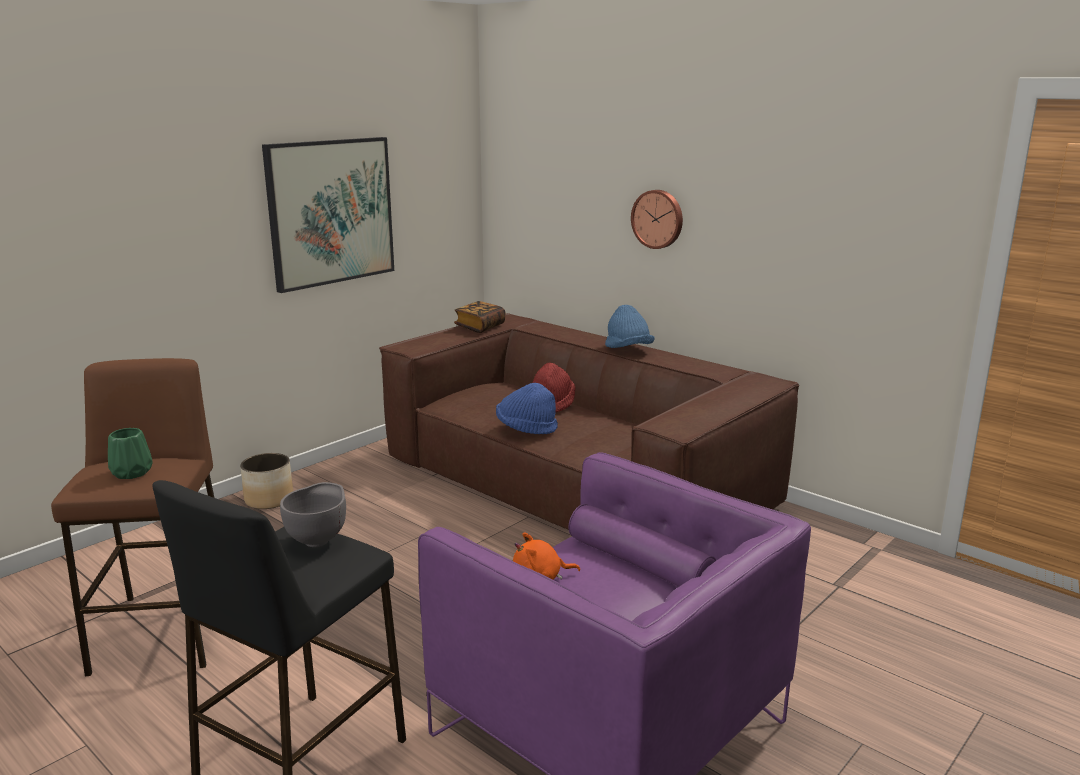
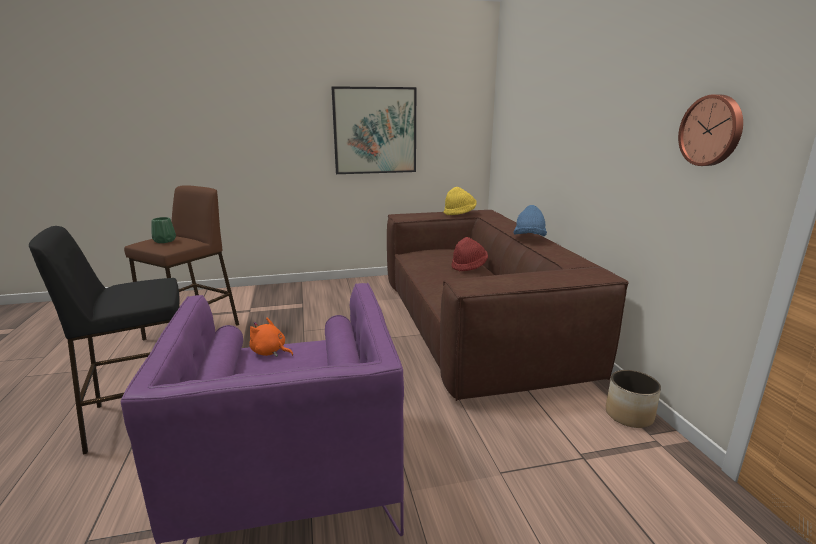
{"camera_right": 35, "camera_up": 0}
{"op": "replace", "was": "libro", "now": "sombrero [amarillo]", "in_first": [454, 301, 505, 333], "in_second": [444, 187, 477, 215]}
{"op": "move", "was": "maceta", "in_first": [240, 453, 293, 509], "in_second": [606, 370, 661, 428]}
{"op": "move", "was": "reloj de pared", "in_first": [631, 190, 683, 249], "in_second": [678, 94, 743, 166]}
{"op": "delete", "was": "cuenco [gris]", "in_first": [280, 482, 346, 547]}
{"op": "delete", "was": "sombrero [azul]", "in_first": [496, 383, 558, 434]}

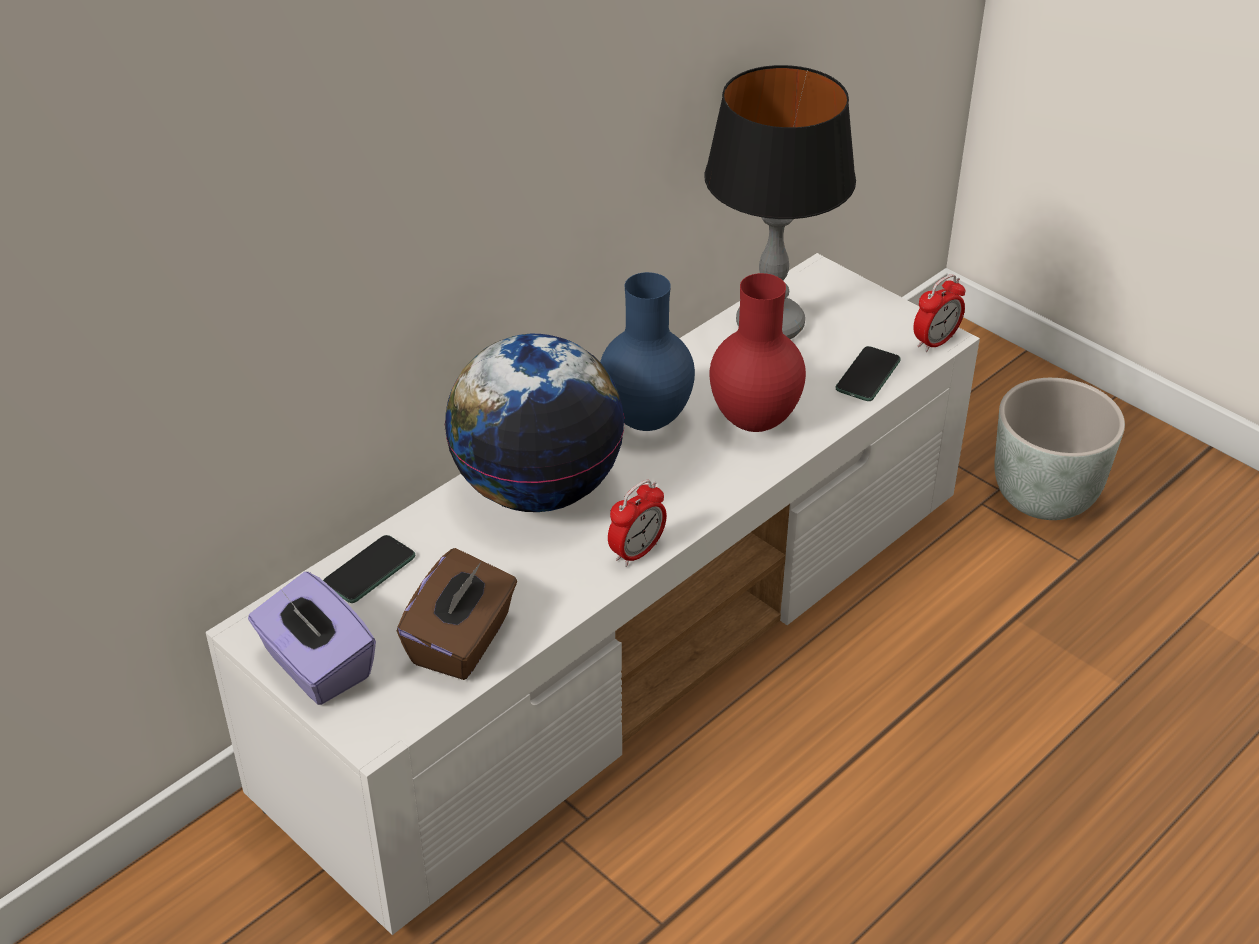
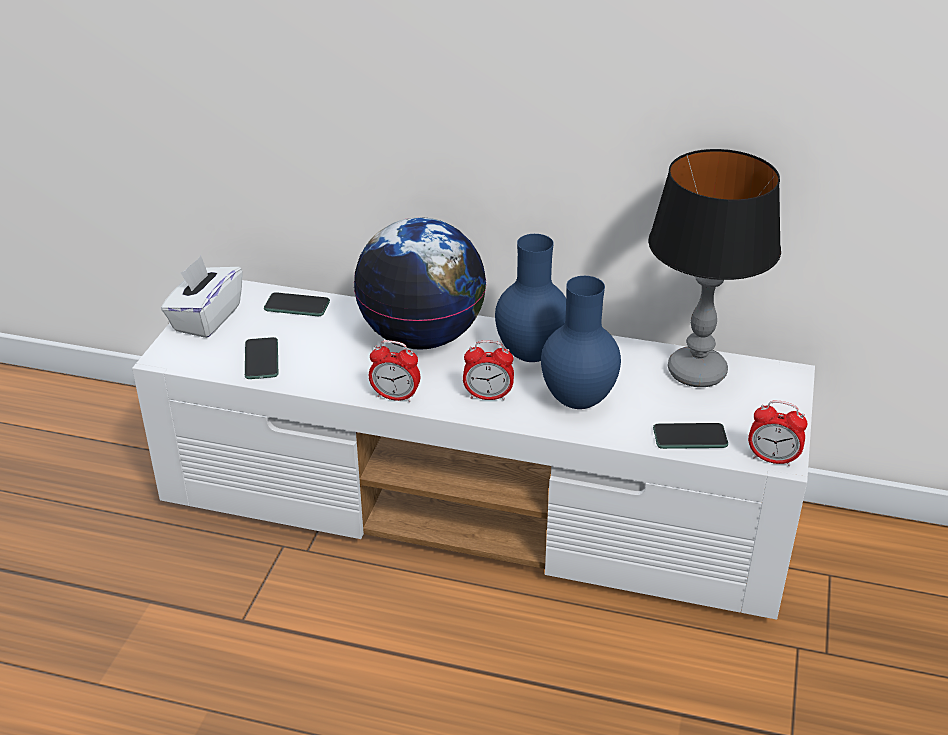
{"camera_right": 60, "camera_up": -5}
{"op": "recolor", "was": "caja de pañuelos [morado]", "now": "caja de pañuelos [blanco]", "in_first": [248, 572, 376, 705], "in_second": [161, 256, 243, 338]}
{"op": "replace", "was": "caja de pañuelos [marrón]", "now": "móvil", "in_first": [397, 548, 517, 680], "in_second": [245, 337, 278, 379]}
{"op": "insert", "now": "despertador", "in_second": [463, 340, 514, 400]}
{"op": "recolor", "was": "florero [rojo]", "now": "florero [azul]", "in_first": [710, 273, 806, 432], "in_second": [541, 276, 621, 409]}
{"op": "delete", "was": "maceta [gris]", "in_first": [994, 378, 1125, 520]}

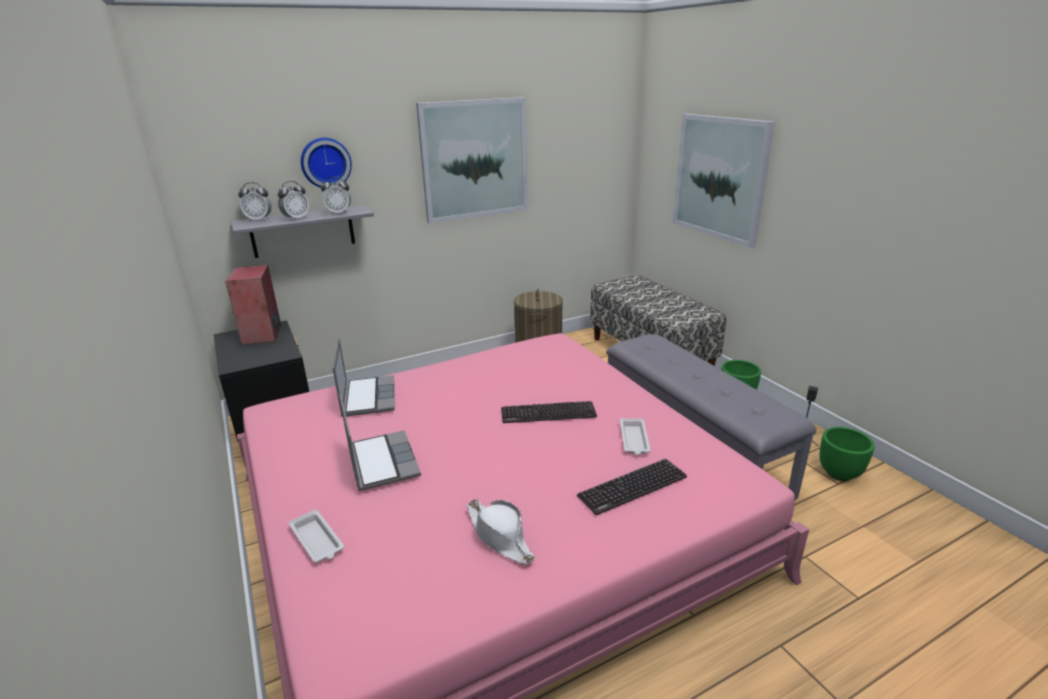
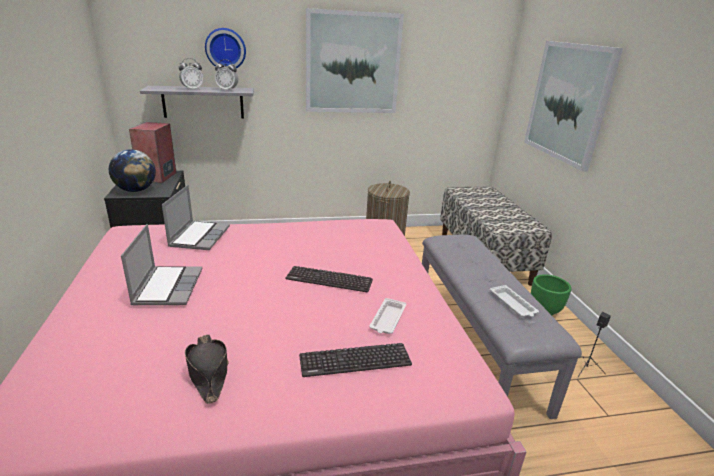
{"camera_right": 15, "camera_up": 0}
{"op": "insert", "now": "globo terráqueo", "in_second": [109, 149, 156, 192]}
{"op": "recolor", "was": "sombrero [blanco]", "now": "sombrero [negro]", "in_first": [466, 499, 535, 565], "in_second": [185, 335, 229, 404]}
{"op": "move", "was": "bandeja [blanco]", "in_first": [288, 509, 344, 563], "in_second": [490, 285, 539, 317]}
{"op": "delete", "was": "despertador", "in_first": [238, 182, 272, 222]}
{"op": "delete", "was": "maceta [verde]", "in_first": [820, 427, 875, 481]}

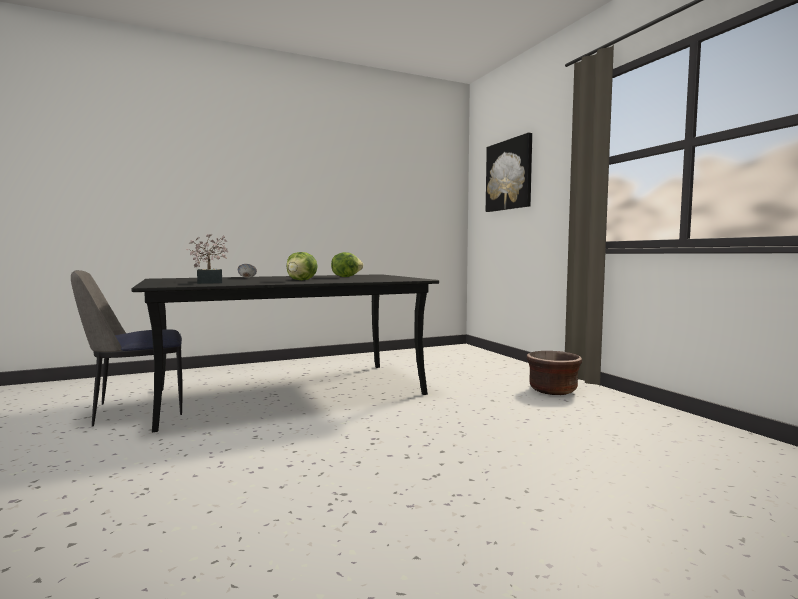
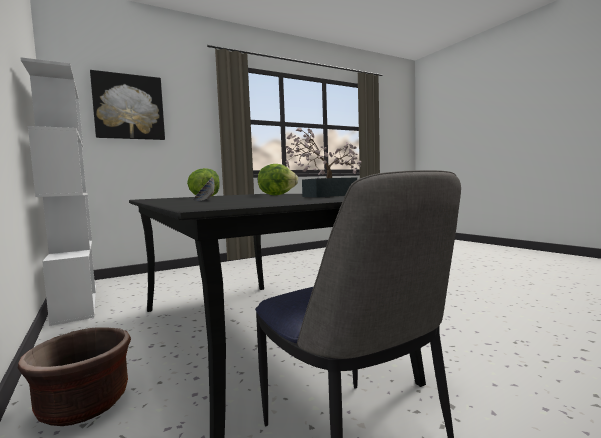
{"camera_right": -95, "camera_up": 0}
{"op": "move", "was": "maceta [marrón]", "in_first": [526, 351, 582, 395], "in_second": [18, 327, 131, 426]}
{"op": "insert", "now": "estantería [blanco]", "in_second": [20, 57, 96, 326]}

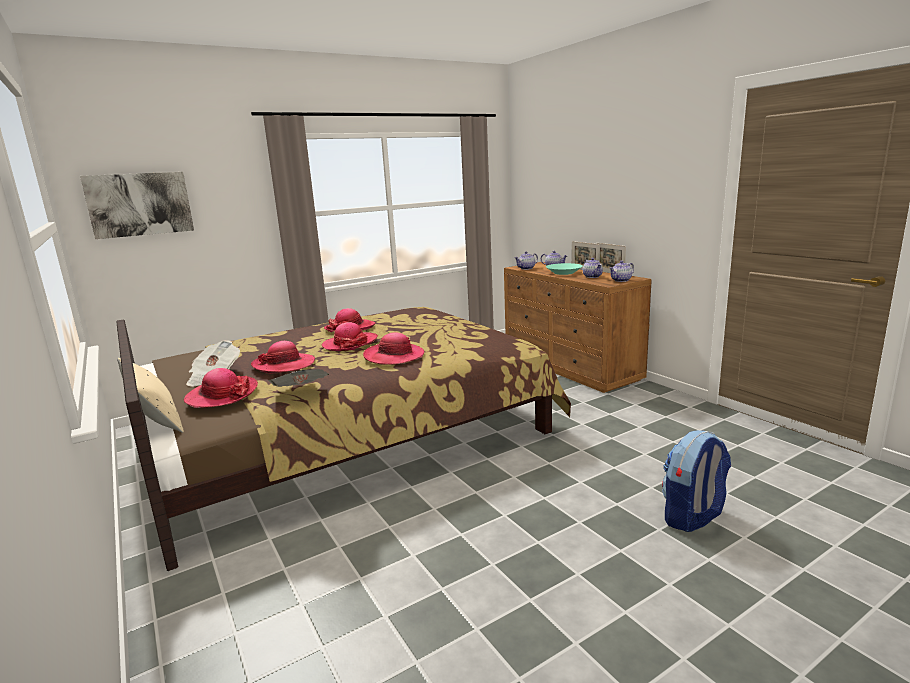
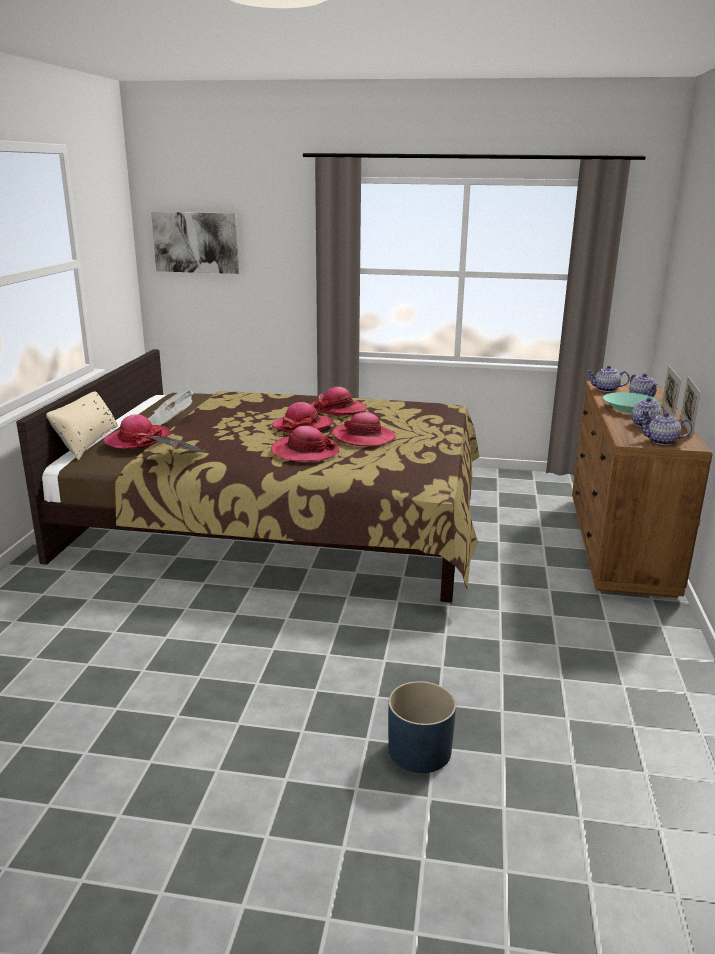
{"camera_right": 40, "camera_up": 5}
{"op": "move", "was": "sombrero", "in_first": [251, 341, 315, 374], "in_second": [332, 412, 396, 446]}
{"op": "replace", "was": "mochila", "now": "maceta [azul]", "in_first": [662, 430, 731, 532], "in_second": [388, 681, 456, 773]}

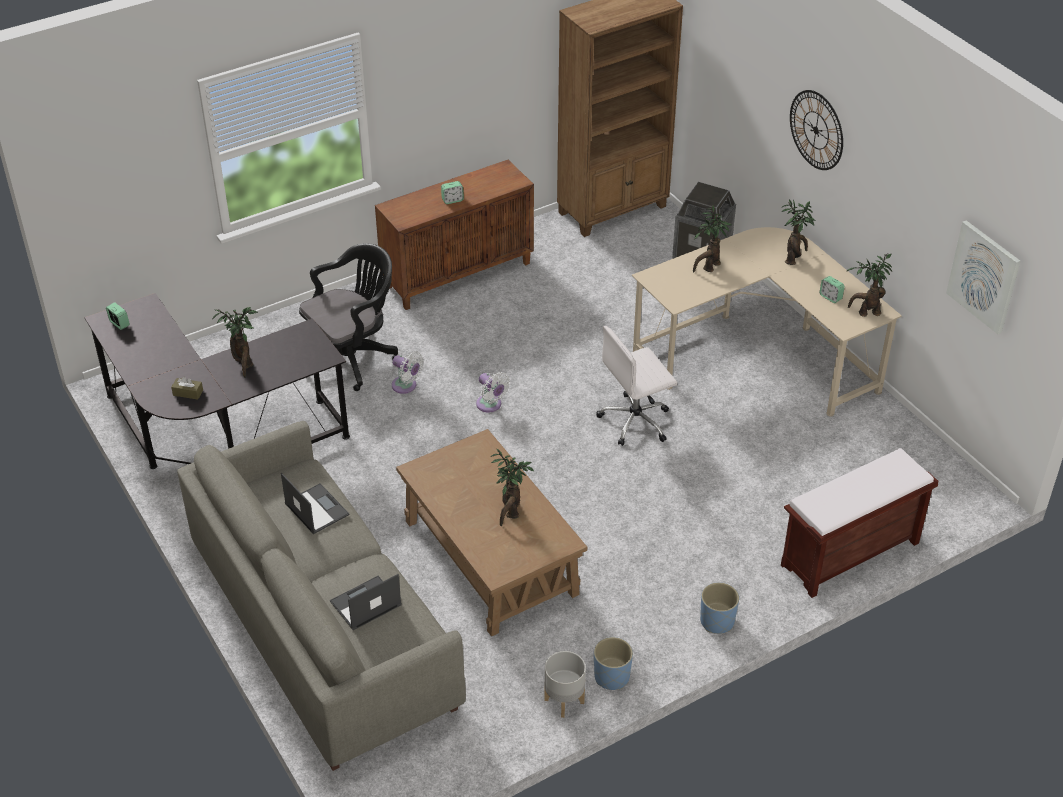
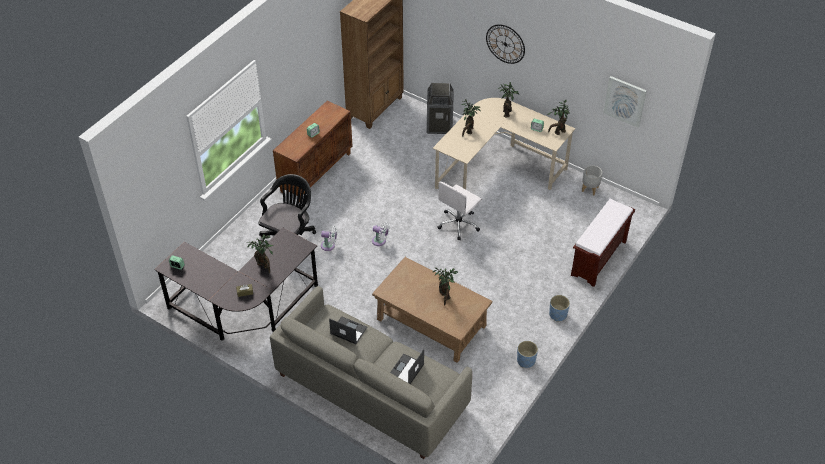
{"camera_right": -25, "camera_up": 5}
{"op": "move", "was": "maceta [gris]", "in_first": [544, 651, 586, 718], "in_second": [582, 165, 602, 196]}

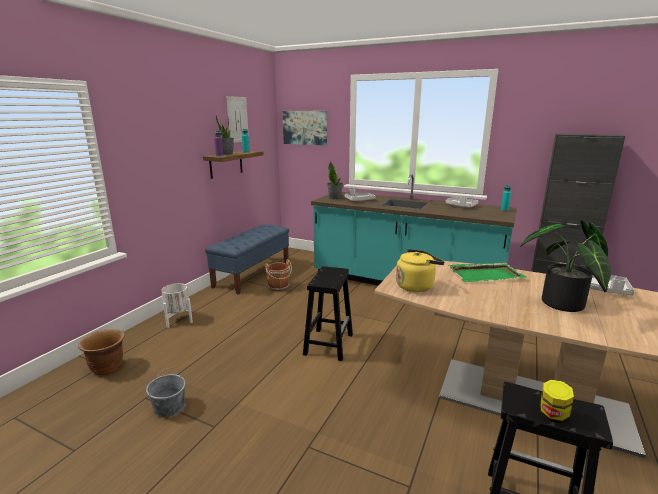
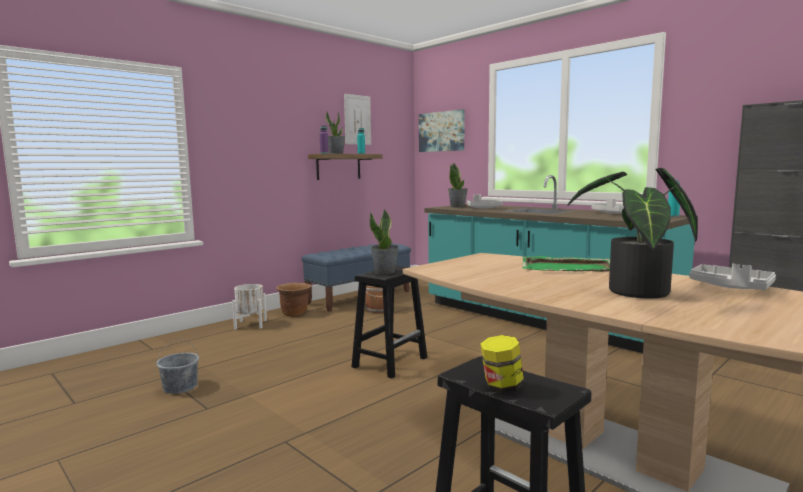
{"camera_right": 20, "camera_up": -10}
{"op": "move", "was": "maceta [marrón]", "in_first": [78, 329, 125, 375], "in_second": [276, 283, 311, 316]}
{"op": "insert", "now": "planta en maceta", "in_second": [370, 209, 399, 274]}
{"op": "delete", "was": "hervidor [amarillo]", "in_first": [396, 249, 444, 292]}

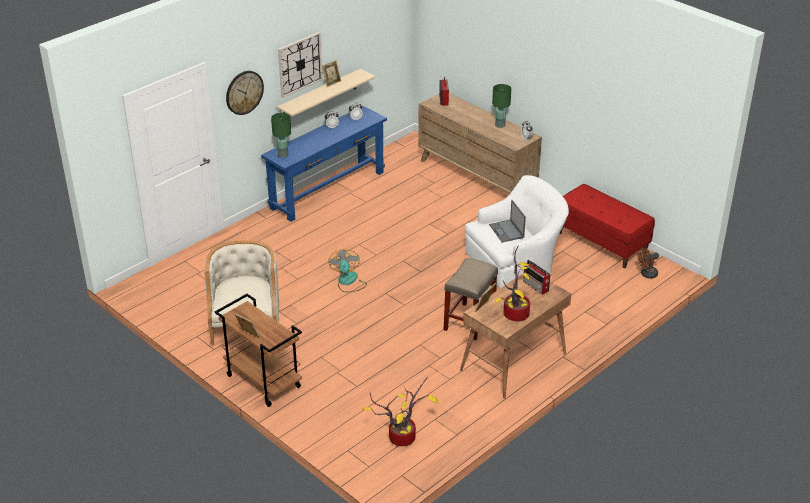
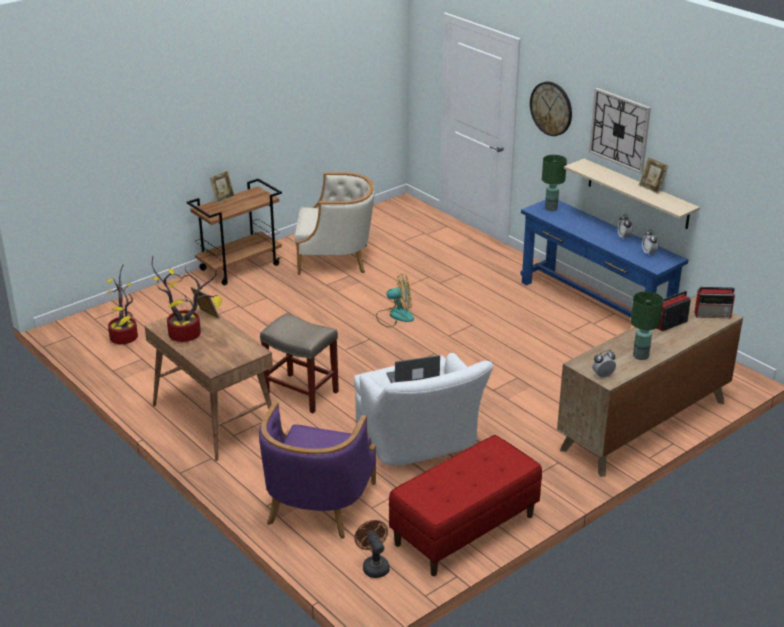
{"camera_right": 95, "camera_up": -5}
{"op": "insert", "now": "sillón [morado]", "in_second": [259, 401, 376, 538]}
{"op": "move", "was": "radio", "in_first": [523, 260, 550, 295], "in_second": [657, 291, 691, 331]}

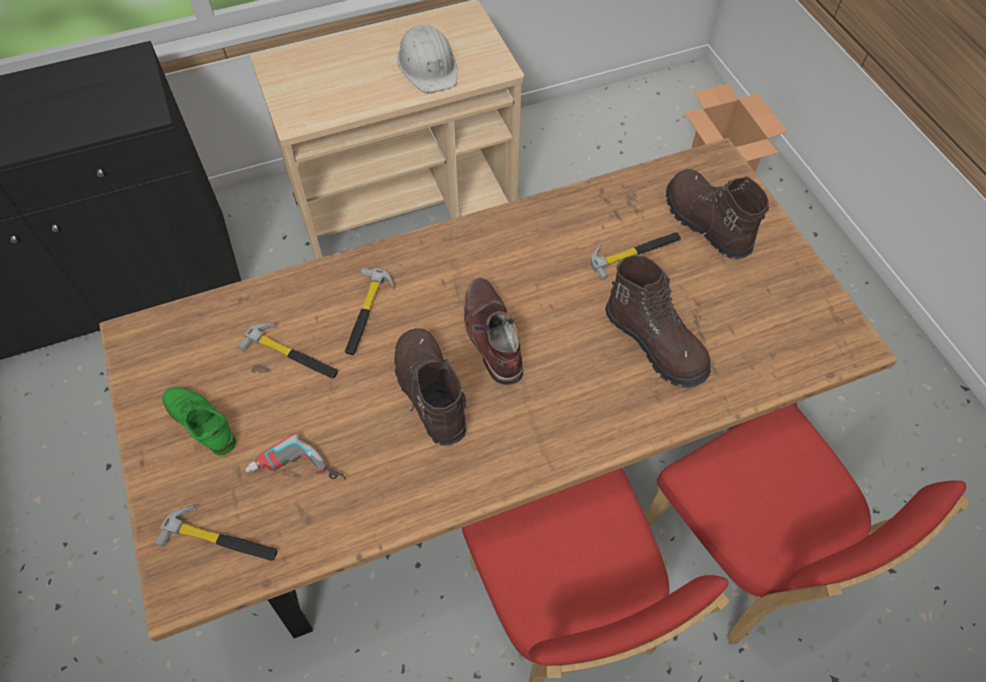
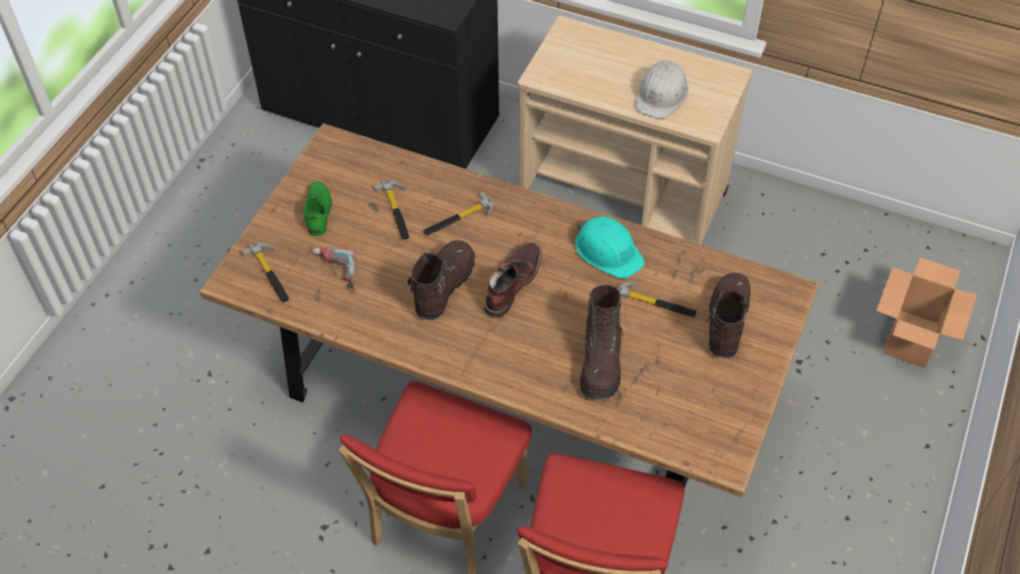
{"camera_right": 45, "camera_up": -5}
{"op": "insert", "now": "casco [turquesa]", "in_second": [575, 217, 645, 279]}

